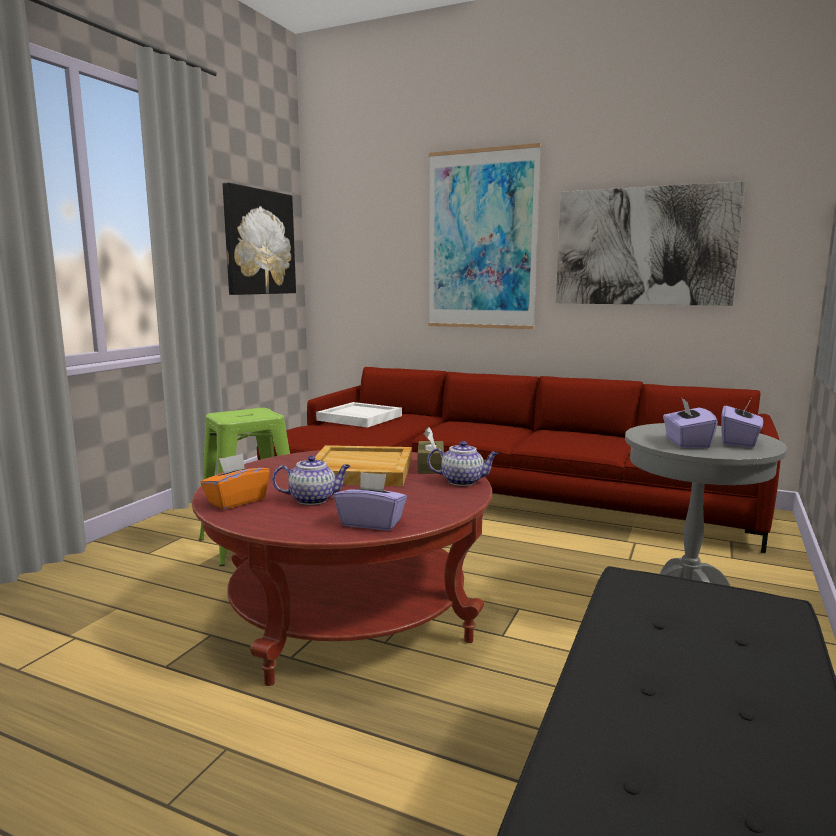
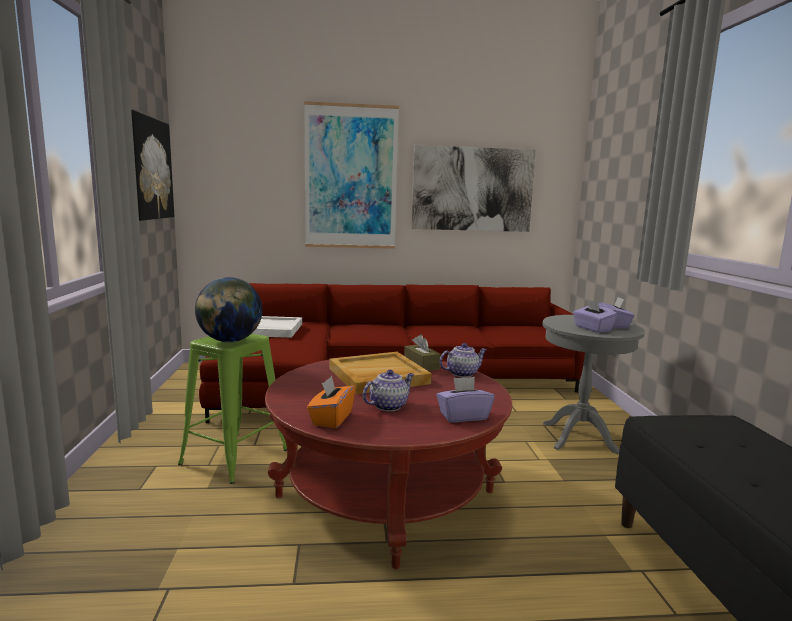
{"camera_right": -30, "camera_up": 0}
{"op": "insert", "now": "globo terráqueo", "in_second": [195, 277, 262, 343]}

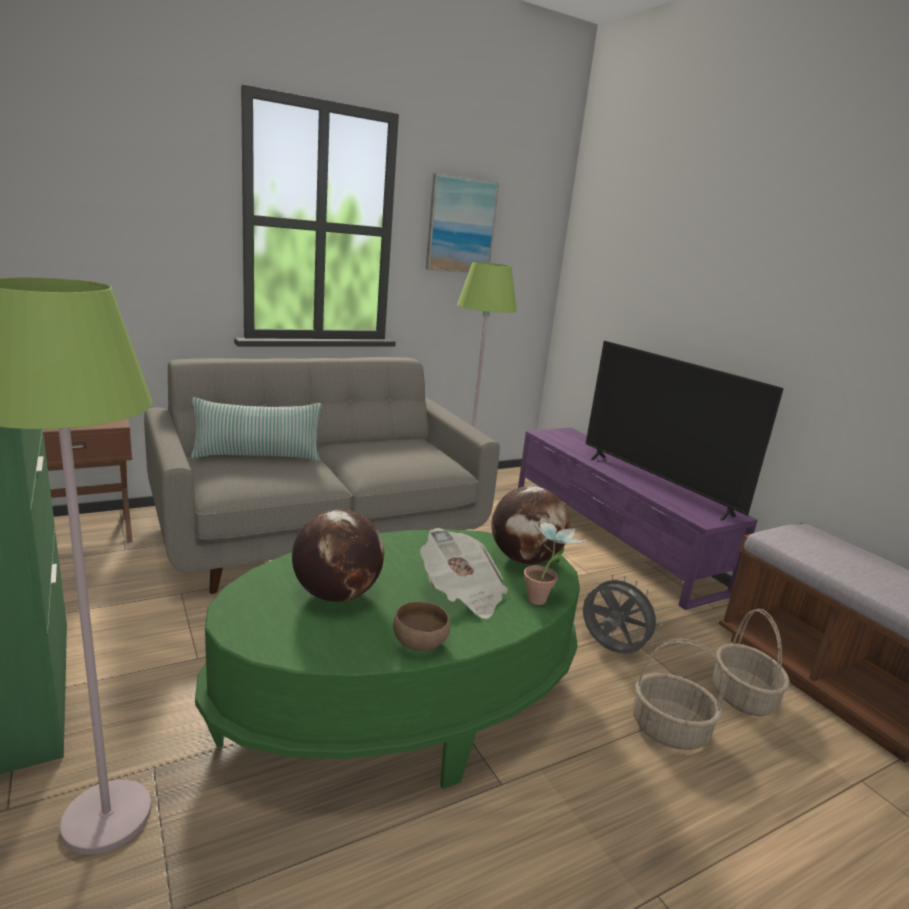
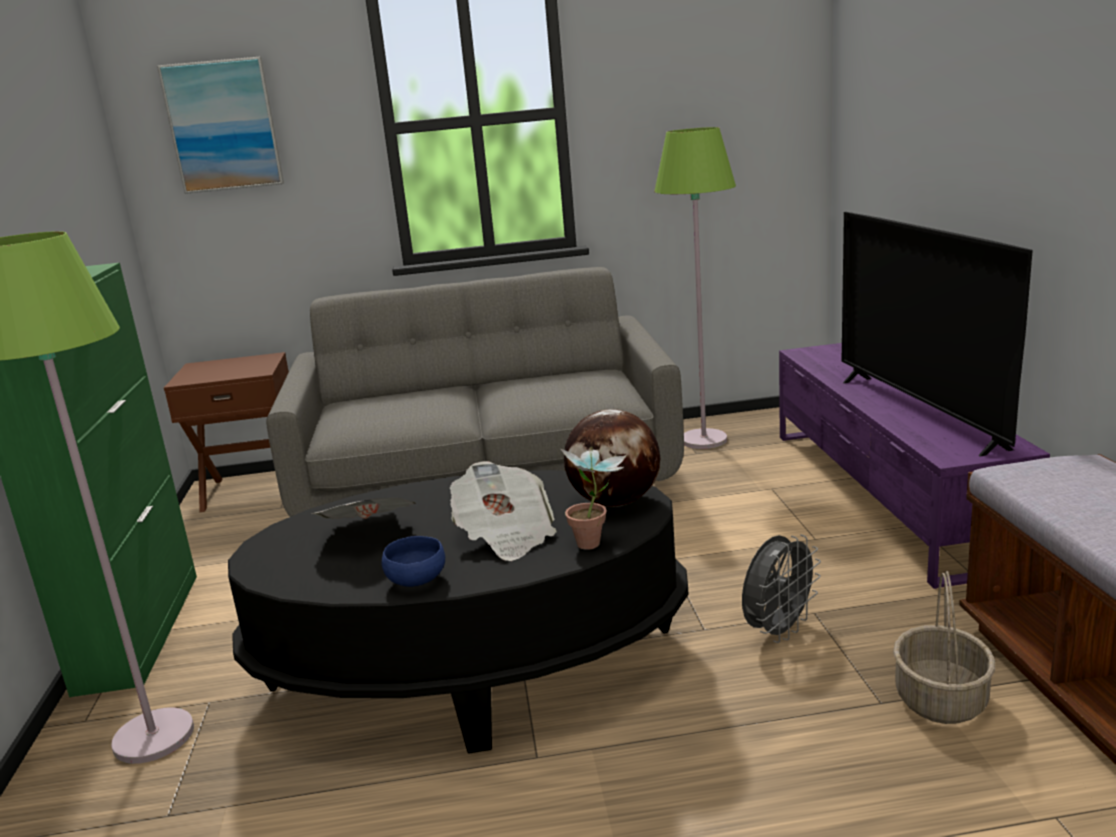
{"camera_right": 25, "camera_up": 0}
{"op": "move", "was": "cuadro", "in_first": [426, 173, 499, 272], "in_second": [157, 57, 284, 194]}
{"op": "recolor", "was": "mesa de centro [verde]", "now": "mesa de centro [negro]", "in_first": [195, 529, 580, 789], "in_second": [228, 470, 688, 753]}
{"op": "replace", "was": "globo terráqueo", "now": "periódico", "in_first": [292, 509, 384, 602], "in_second": [311, 498, 416, 519]}
{"op": "recolor", "was": "cuenco [marrón]", "now": "cuenco [azul]", "in_first": [393, 601, 450, 651], "in_second": [382, 536, 445, 587]}
{"op": "rotate", "was": "ventilador [gris]", "in_first": [583, 574, 662, 654], "in_second": [742, 534, 821, 643], "clockwise": 75}
{"op": "delete", "was": "cojín", "in_first": [190, 398, 322, 461]}
{"op": "delete", "was": "cesta", "in_first": [633, 638, 725, 750]}

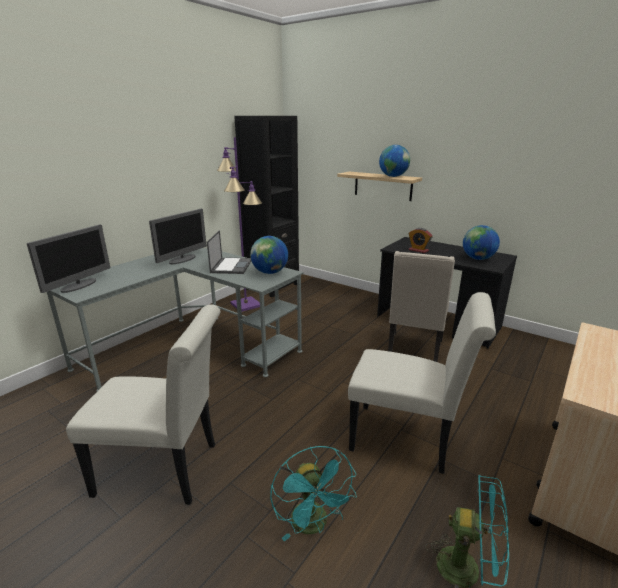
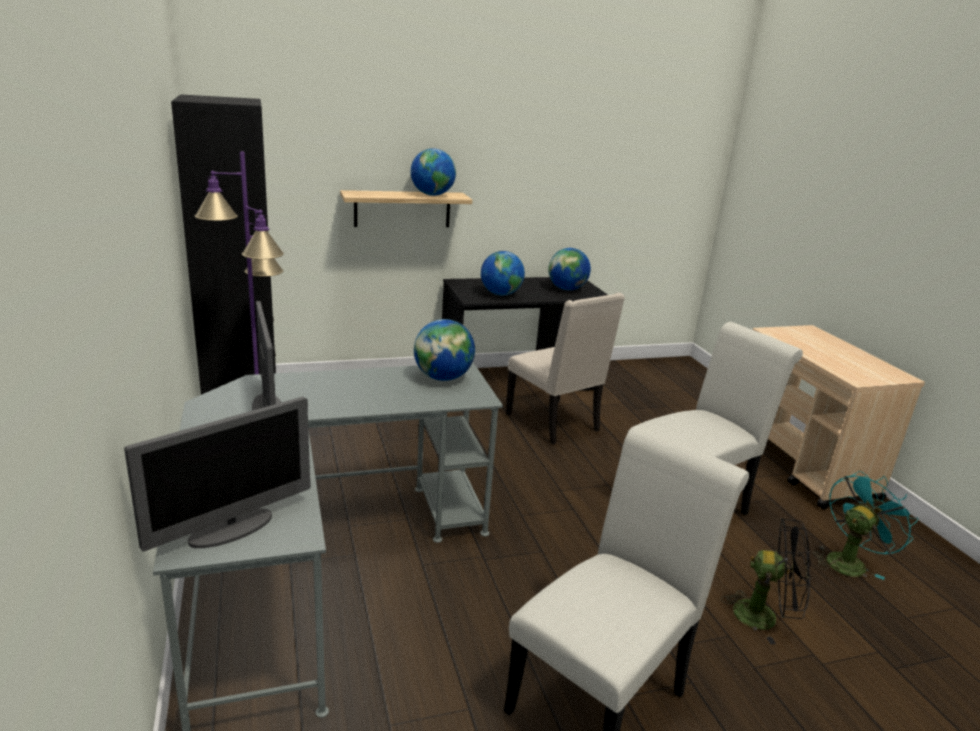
{"camera_right": -55, "camera_up": 0}
{"op": "rotate", "was": "monitor", "in_first": [27, 225, 111, 293], "in_second": [124, 397, 311, 552], "clockwise": 75}
{"op": "replace", "was": "despertador", "now": "globo terráqueo", "in_first": [409, 228, 433, 253], "in_second": [481, 251, 525, 296]}
{"op": "recolor", "was": "ventilador [turquesa]", "now": "ventilador [negro]", "in_first": [270, 446, 357, 541], "in_second": [721, 518, 811, 644]}
{"op": "delete", "was": "portátil", "in_first": [207, 230, 251, 274]}

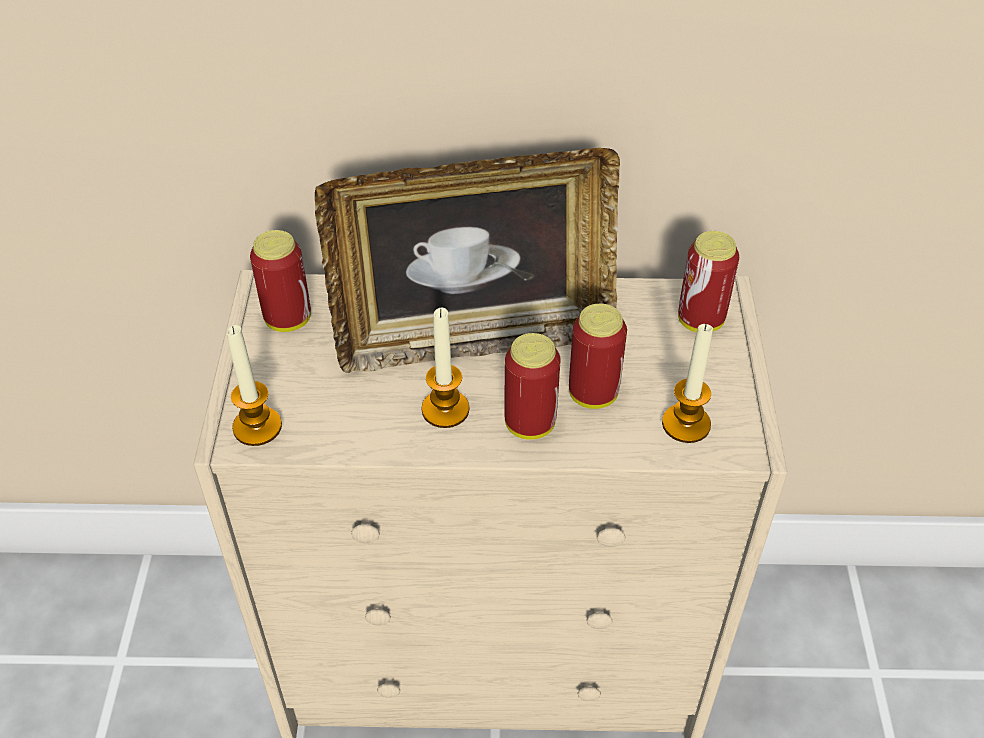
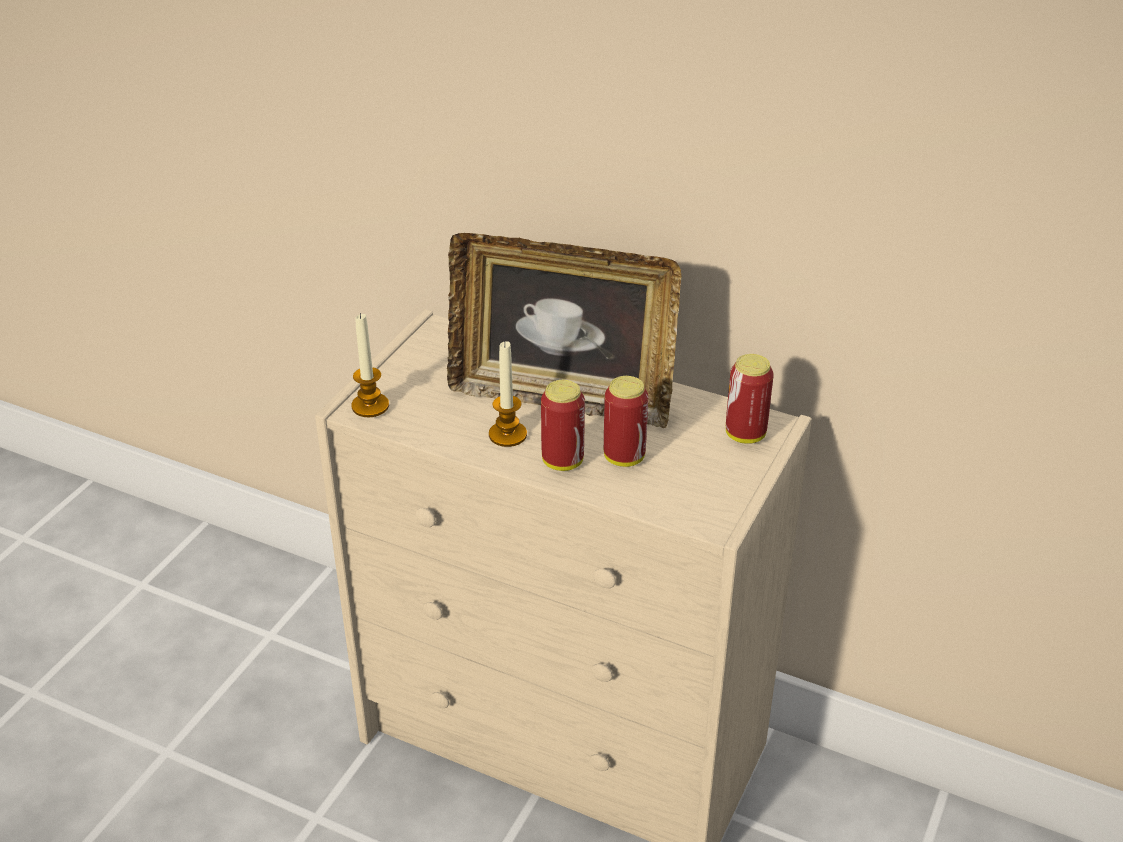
{"camera_right": 25, "camera_up": -10}
{"op": "delete", "was": "lata", "in_first": [250, 230, 311, 332]}
{"op": "delete", "was": "vela", "in_first": [662, 324, 713, 443]}

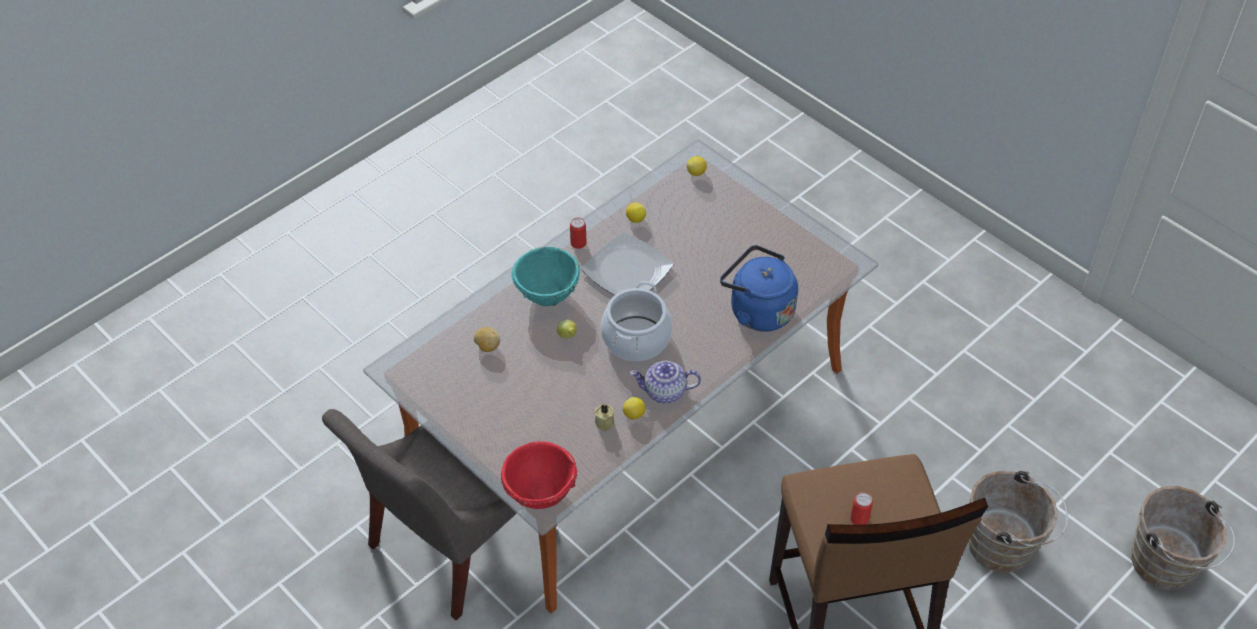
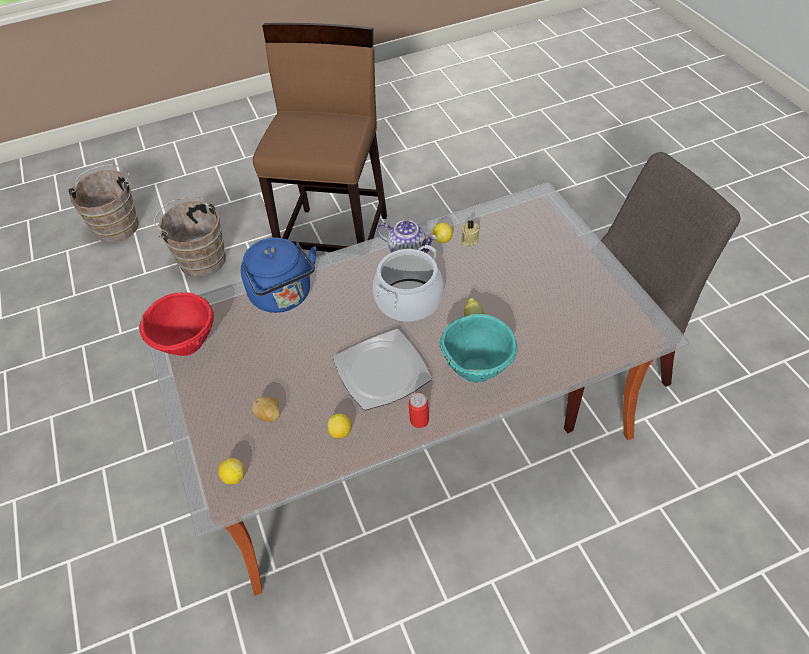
{"camera_right": -155, "camera_up": 0}
{"op": "move", "was": "cuenco [rojo]", "in_first": [501, 441, 577, 509], "in_second": [139, 292, 214, 356]}
{"op": "move", "was": "patata", "in_first": [474, 327, 500, 352], "in_second": [252, 397, 280, 422]}
{"op": "delete", "was": "lata", "in_first": [850, 492, 873, 525]}

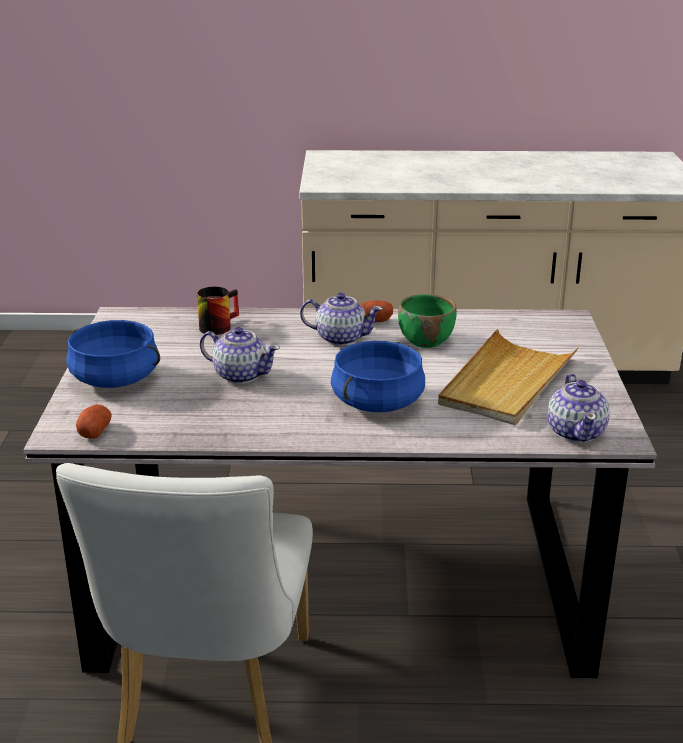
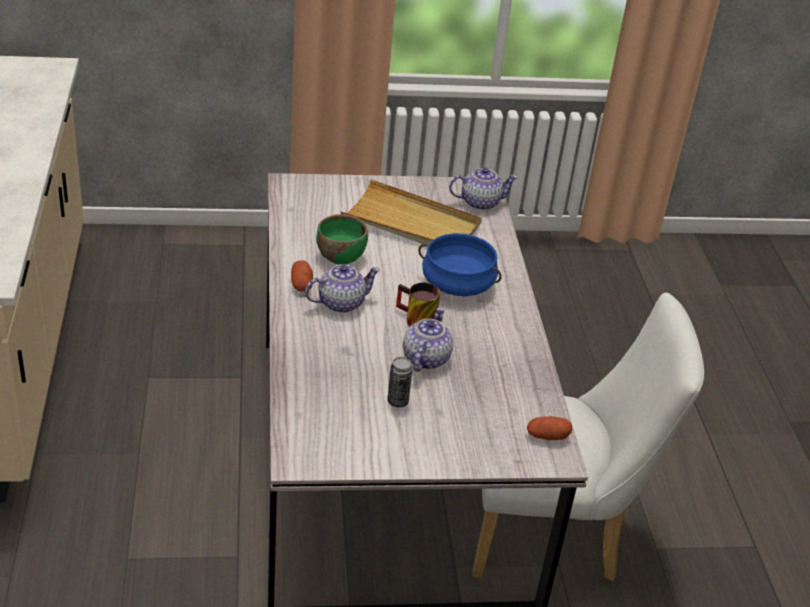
{"camera_right": -100, "camera_up": 10}
{"op": "rotate", "was": "tetera", "in_first": [300, 293, 383, 346], "in_second": [305, 264, 381, 313], "clockwise": 60}
{"op": "insert", "now": "lata", "in_second": [387, 357, 413, 407]}
{"op": "move", "was": "taza grande", "in_first": [197, 287, 239, 335], "in_second": [396, 283, 440, 326]}
{"op": "delete", "was": "olla [azul]", "in_first": [66, 320, 160, 388]}

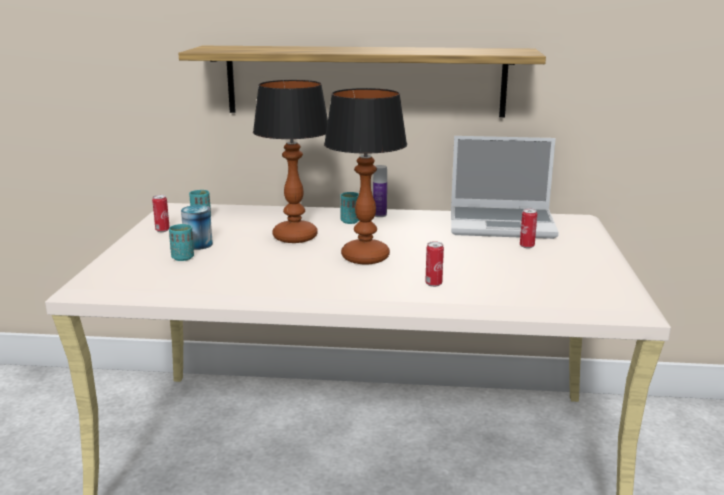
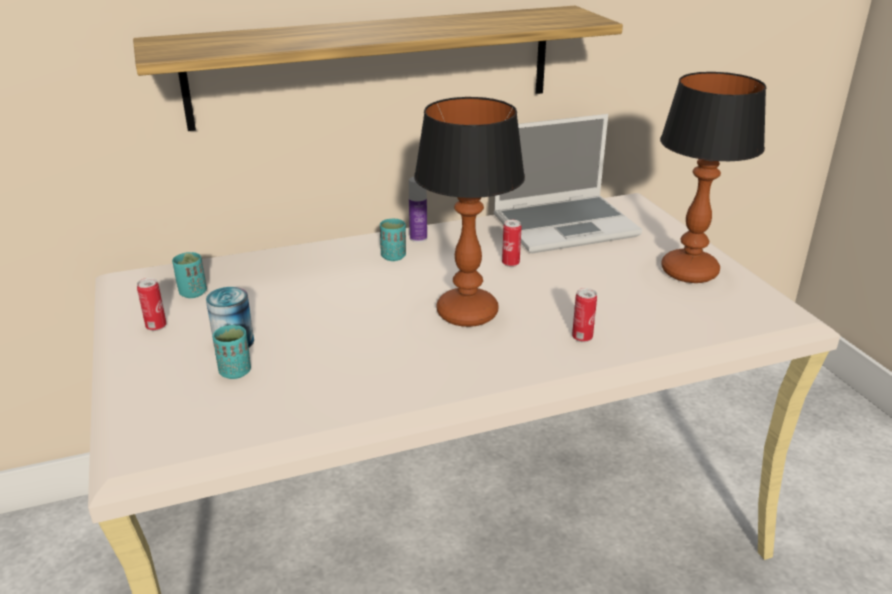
{"camera_right": -25, "camera_up": 10}
{"op": "move", "was": "lata", "in_first": [520, 209, 537, 248], "in_second": [502, 220, 522, 267]}
{"op": "move", "was": "lámpara de mesa", "in_first": [253, 80, 328, 243], "in_second": [660, 72, 766, 283]}

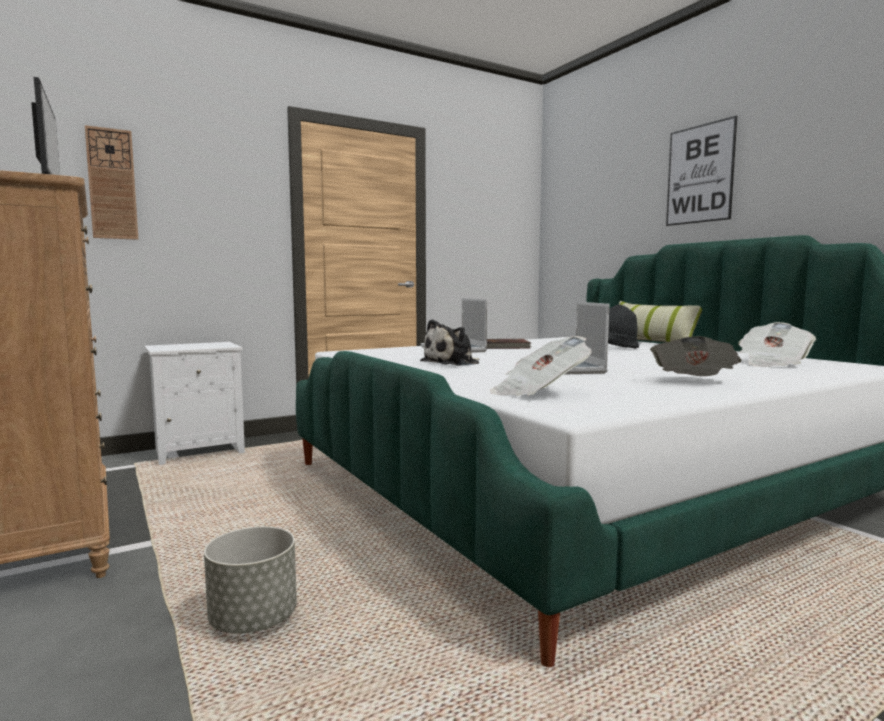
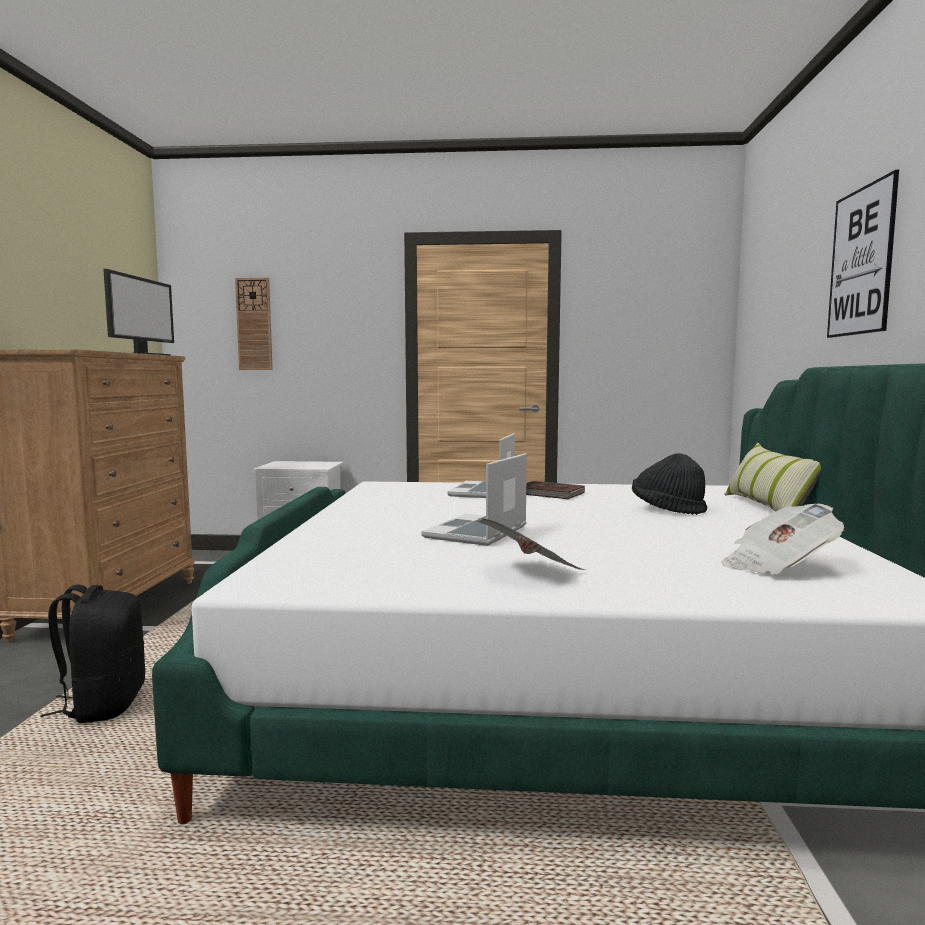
{"camera_right": 35, "camera_up": 0}
{"op": "replace", "was": "maceta [gris]", "now": "mochila [negro]", "in_first": [204, 526, 297, 633], "in_second": [40, 585, 145, 723]}
{"op": "delete", "was": "peluche", "in_first": [420, 319, 480, 366]}
{"op": "delete", "was": "periódico", "in_first": [490, 336, 592, 396]}

